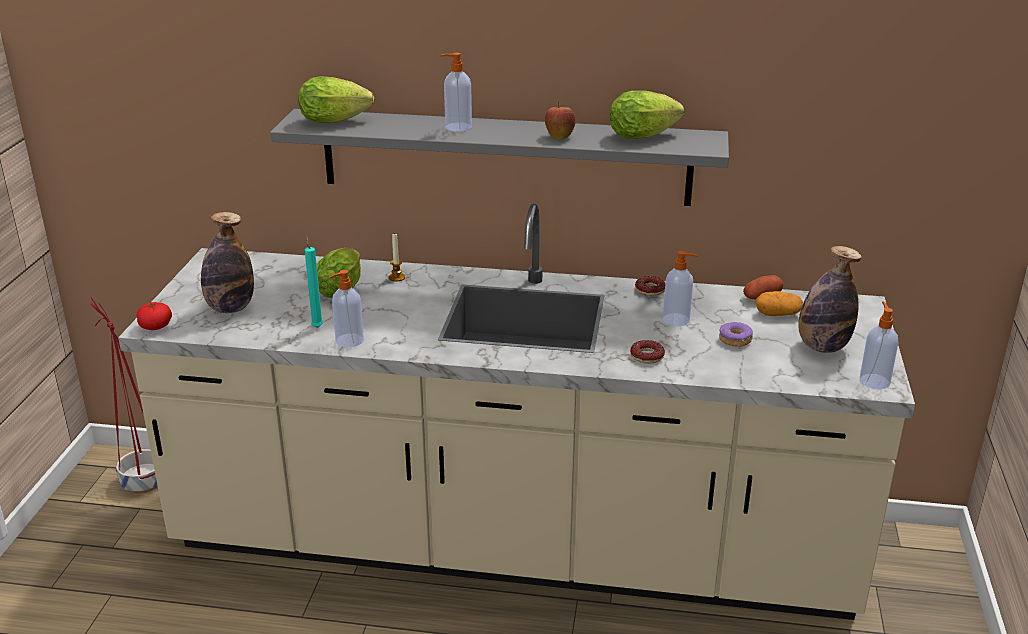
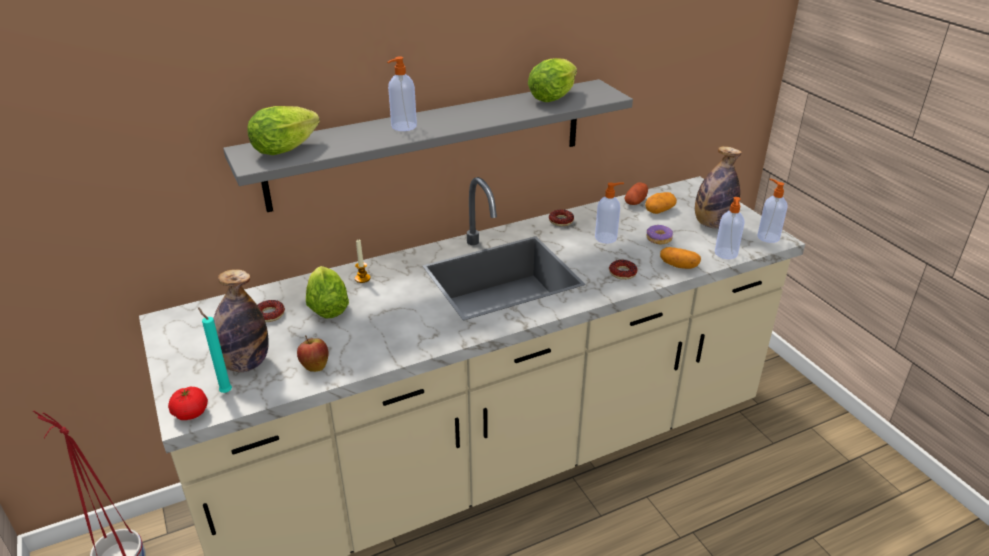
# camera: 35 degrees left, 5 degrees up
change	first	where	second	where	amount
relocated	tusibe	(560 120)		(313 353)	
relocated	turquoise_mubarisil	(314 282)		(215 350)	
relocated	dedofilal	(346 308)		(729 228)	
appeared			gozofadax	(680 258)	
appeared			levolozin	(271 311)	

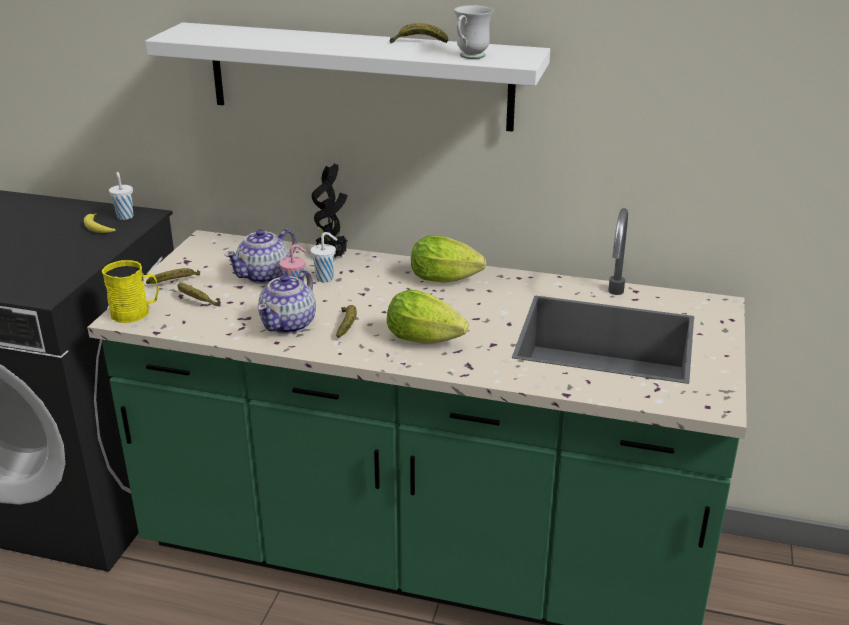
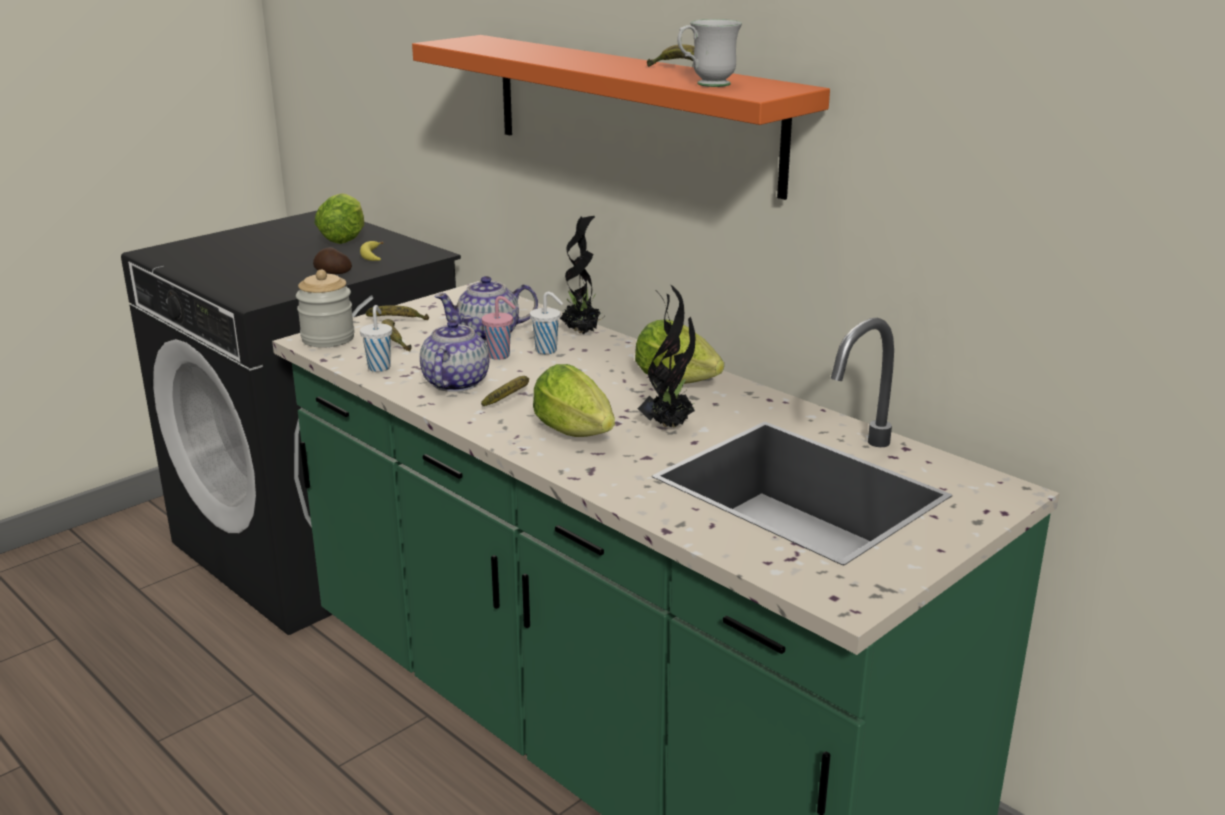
# camera: 30 degrees right, 5 degrees down
change	first	where	second	where	amount
colour	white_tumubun	(347 77)	orange_tumubun	(621 117)	
relocated	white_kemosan	(121 196)		(376 338)	
exchanged	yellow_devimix	(130 291)	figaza	(325 309)	
spun	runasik	(287 302)		(455 354)	135 degrees clockwise
appeared			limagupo	(339 218)	
appeared			gozofadax	(332 260)	
appeared			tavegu	(666 356)	

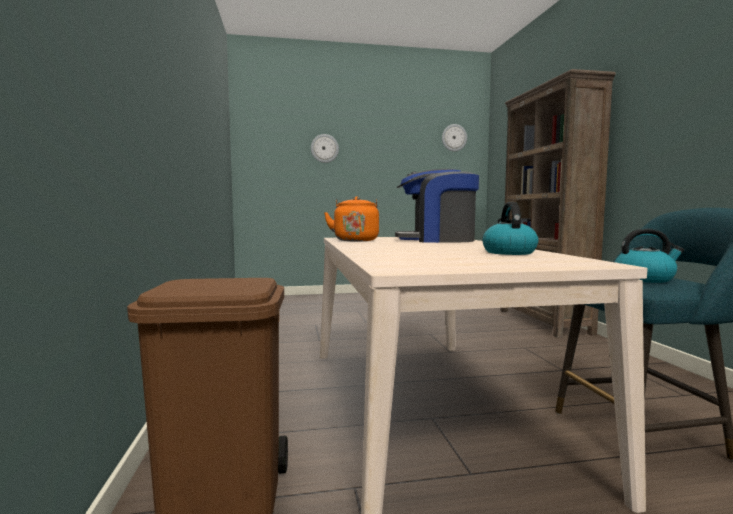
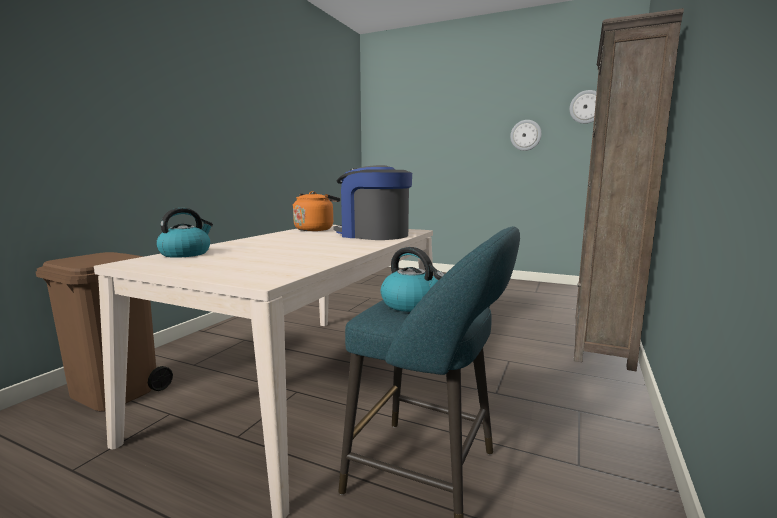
# camera: 35 degrees right, 5 degrees up
change	first	where	second	where	amount
relocated	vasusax	(325 148)		(526 135)	
relocated	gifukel	(510 228)		(184 233)	

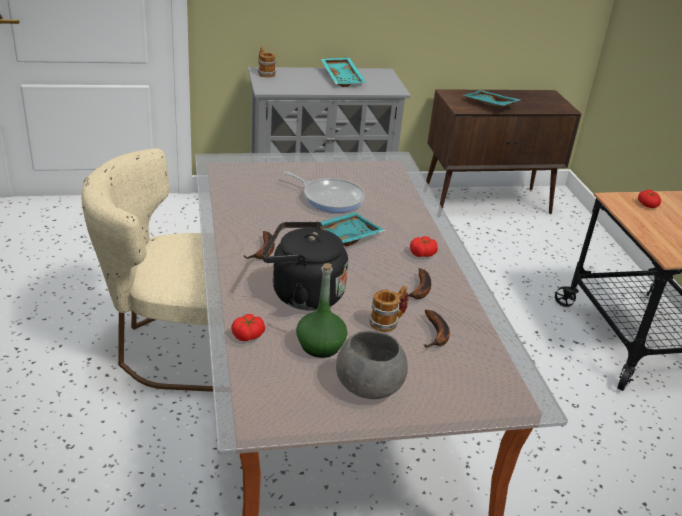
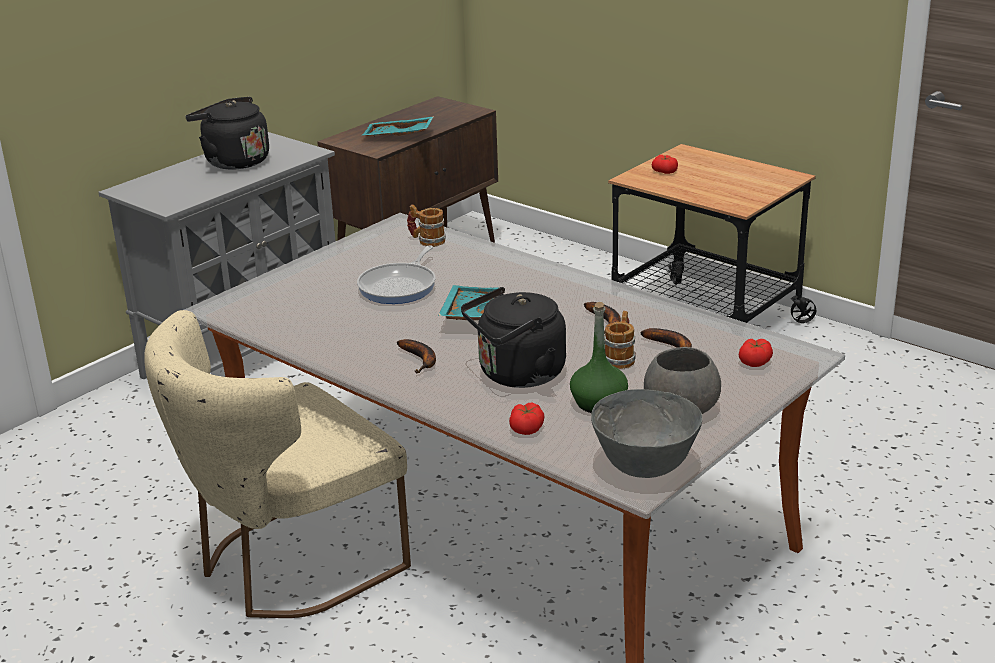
# camera: 35 degrees left, 5 degrees down
change	first	where	second	where	amount
relocated	devimix	(267 62)		(426 225)	
exchanged	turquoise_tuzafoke	(343 72)	black_gifukel	(227 133)	
spun	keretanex	(324 192)		(396 275)	120 degrees clockwise
relocated	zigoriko	(424 246)		(756 353)	
appeared			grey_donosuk	(646 433)	

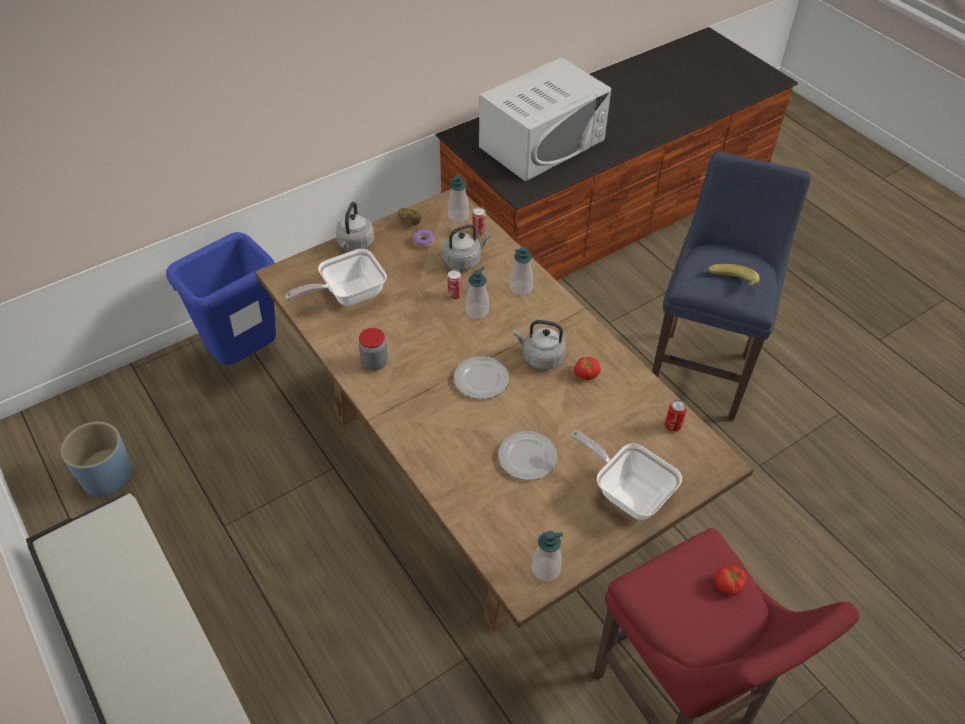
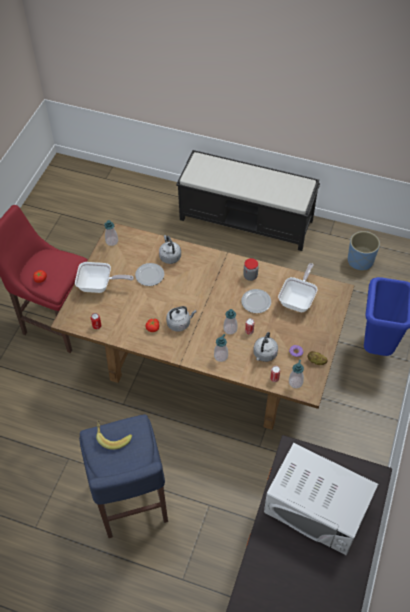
# camera: 145 degrees right, 5 degrees up
change	first	where	second	where	amount
spun	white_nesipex	(545 119)		(321 499)	75 degrees counterclockwise
relocated	grey_gifukel	(355 226)		(170 249)	
relocated	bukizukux	(481 377)		(256 301)	

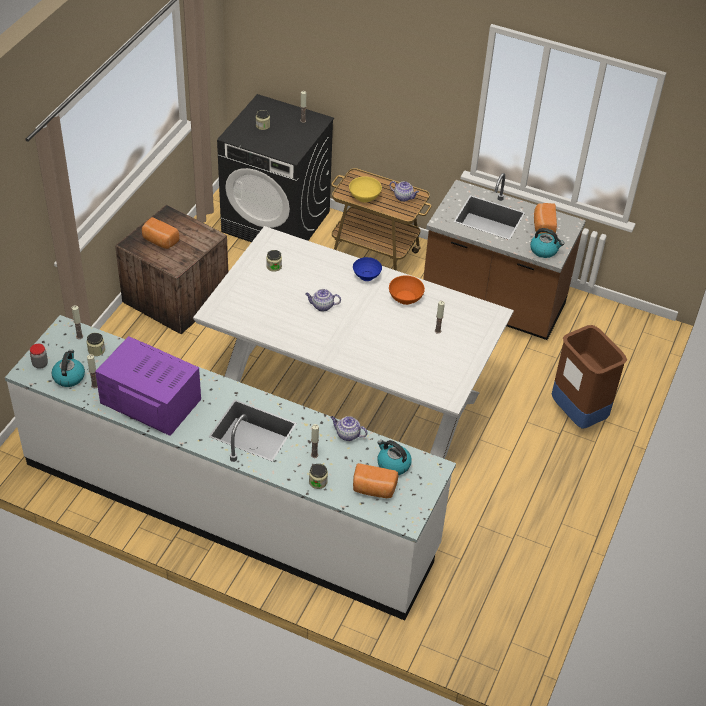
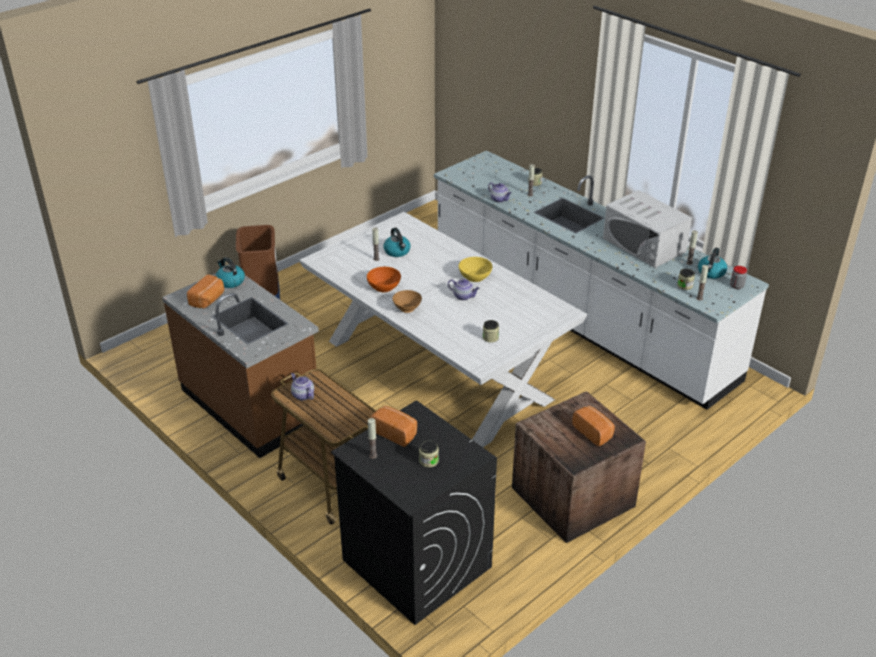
# camera: 155 degrees left, 10 degrees down
change	first	where	second	where	amount
relocated	yellow_donosuk	(365 189)		(475 269)	
colour	blue_donosuk	(367 269)	brown_donosuk	(407 301)	
colour	purple_nesipex	(148 386)	white_nesipex	(647 229)	
relocated	gifukel	(394 457)		(397 242)	
relocated	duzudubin	(375 480)		(393 426)	

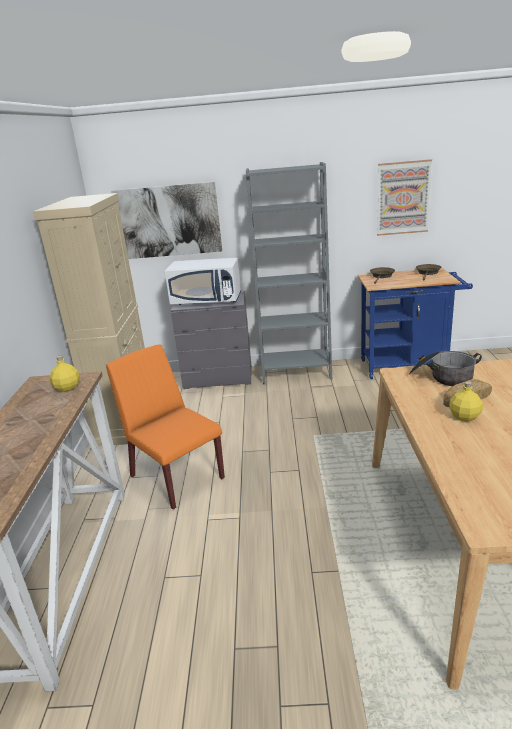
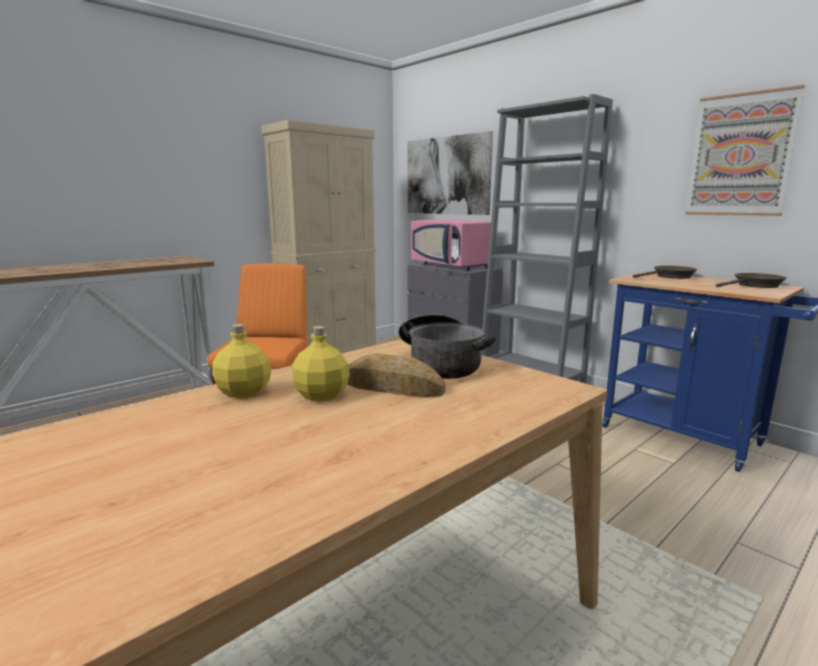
# camera: 45 degrees right, 10 degrees down
change	first	where	second	where	amount
colour	white_nesipex	(203 281)	pink_nesipex	(451 245)	
relocated	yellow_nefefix	(64 373)		(241 361)	

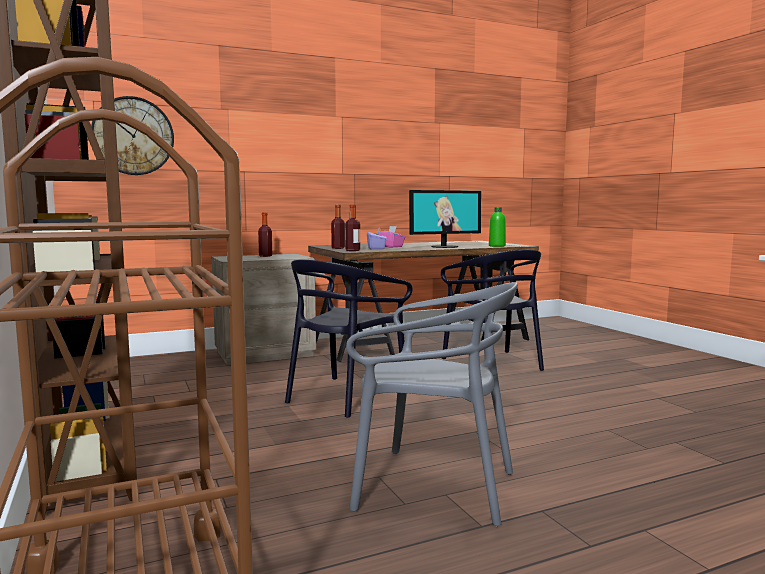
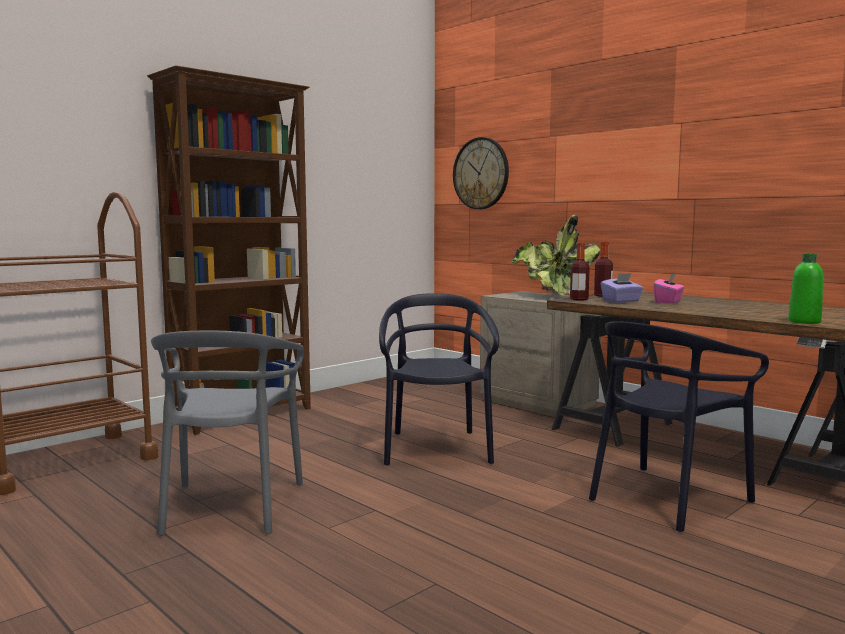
# camera: 70 degrees right, 0 degrees up
change	first	where	second	where	amount
missing	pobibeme	(445 219)			
exchanged	nefefix	(265 234)	tavegu	(556 255)	
spun	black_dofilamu	(349 339)		(439 379)	75 degrees clockwise

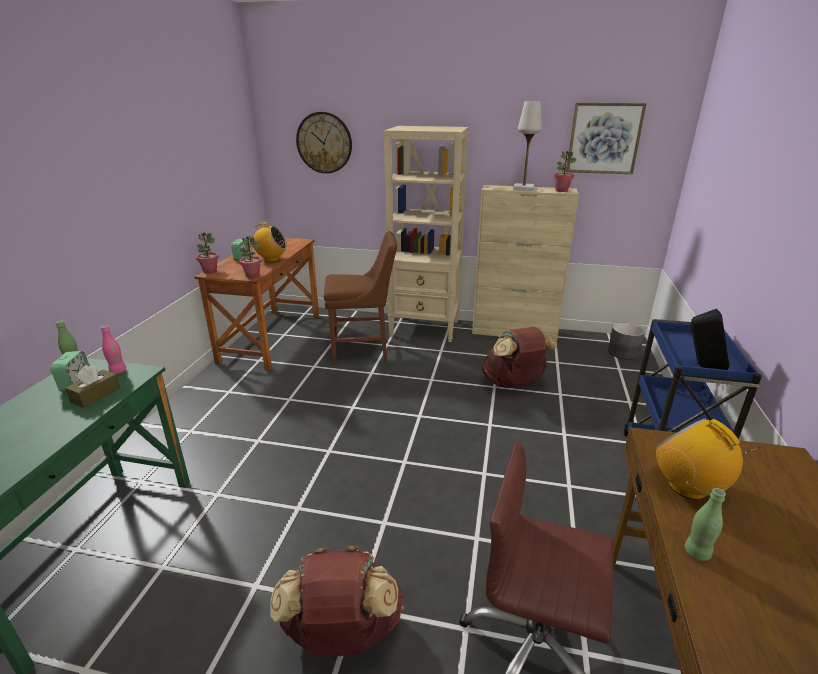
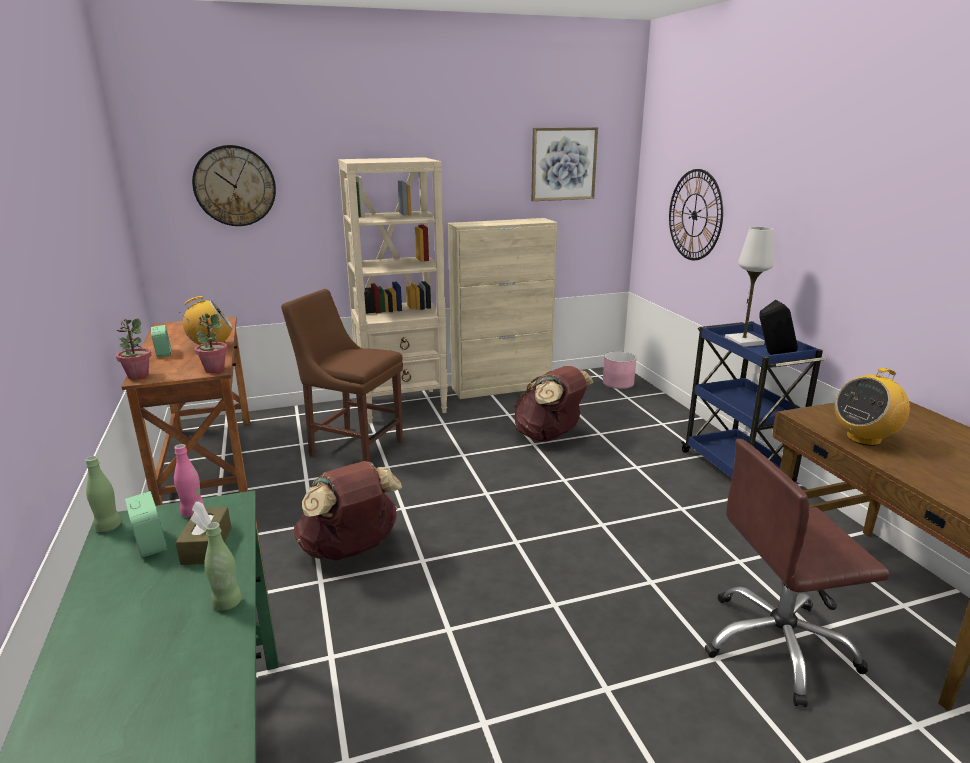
# camera: 30 degrees left, 5 degrees down
change	first	where	second	where	amount
relocated	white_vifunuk	(527 146)		(749 287)	
missing	tavegu	(565 171)			
spun	brown_dofilamu	(360 298)		(342 375)	120 degrees counterclockwise
colour	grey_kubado	(626 341)	pink_kubado	(620 370)	
spun	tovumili	(708 459)		(872 407)	60 degrees counterclockwise
relocated	green_nefefix	(705 524)		(223 566)	
relocated	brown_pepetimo	(337 601)		(348 511)	
appeared			vasusax	(696 214)	

